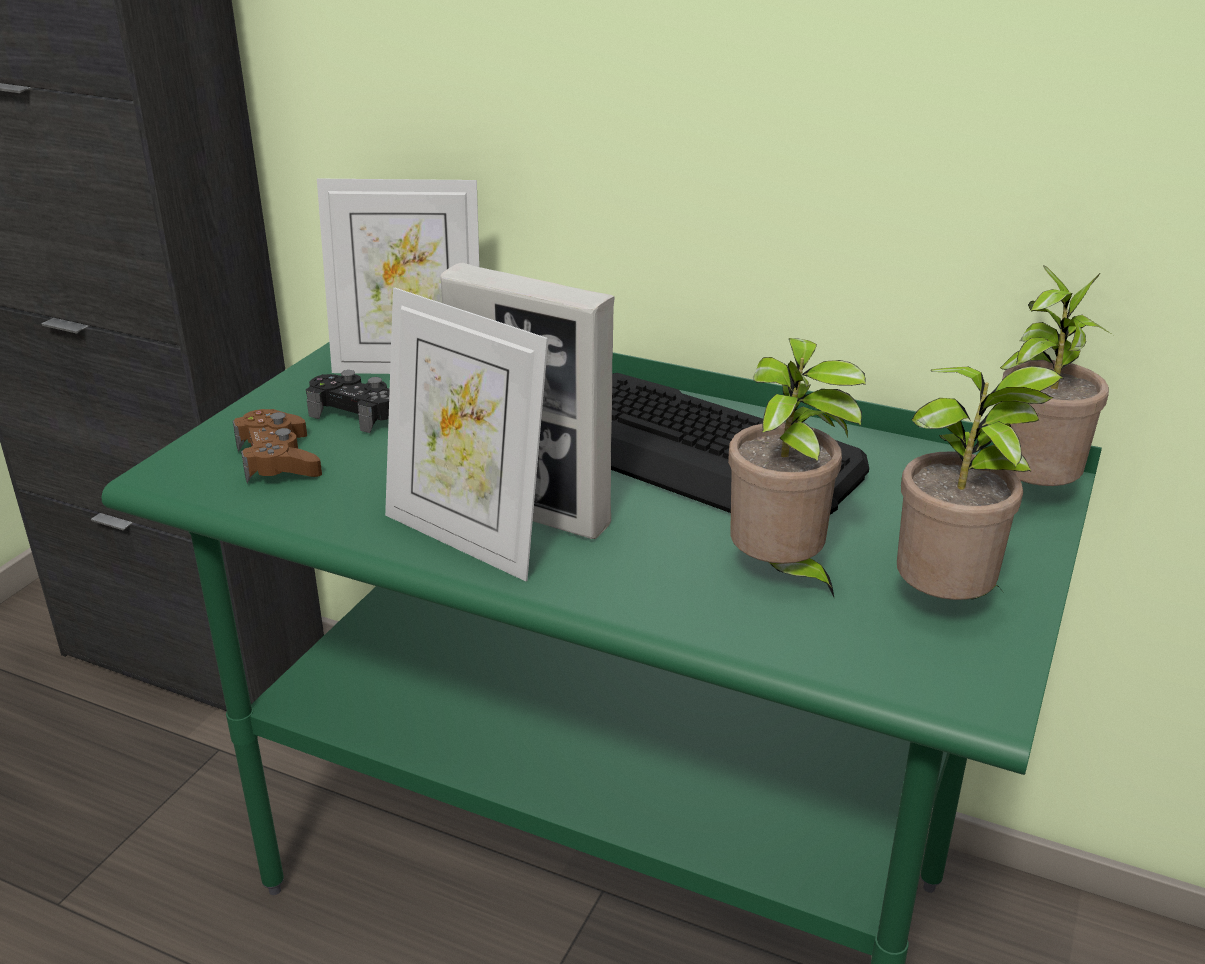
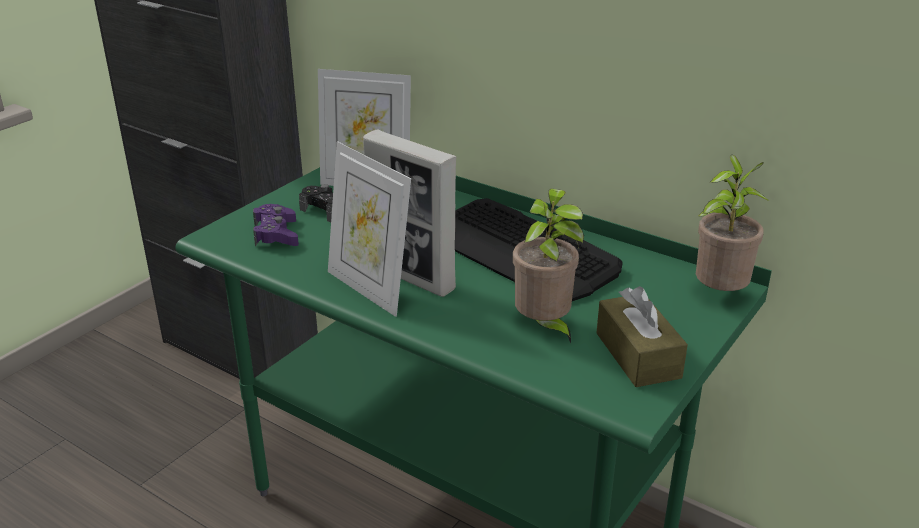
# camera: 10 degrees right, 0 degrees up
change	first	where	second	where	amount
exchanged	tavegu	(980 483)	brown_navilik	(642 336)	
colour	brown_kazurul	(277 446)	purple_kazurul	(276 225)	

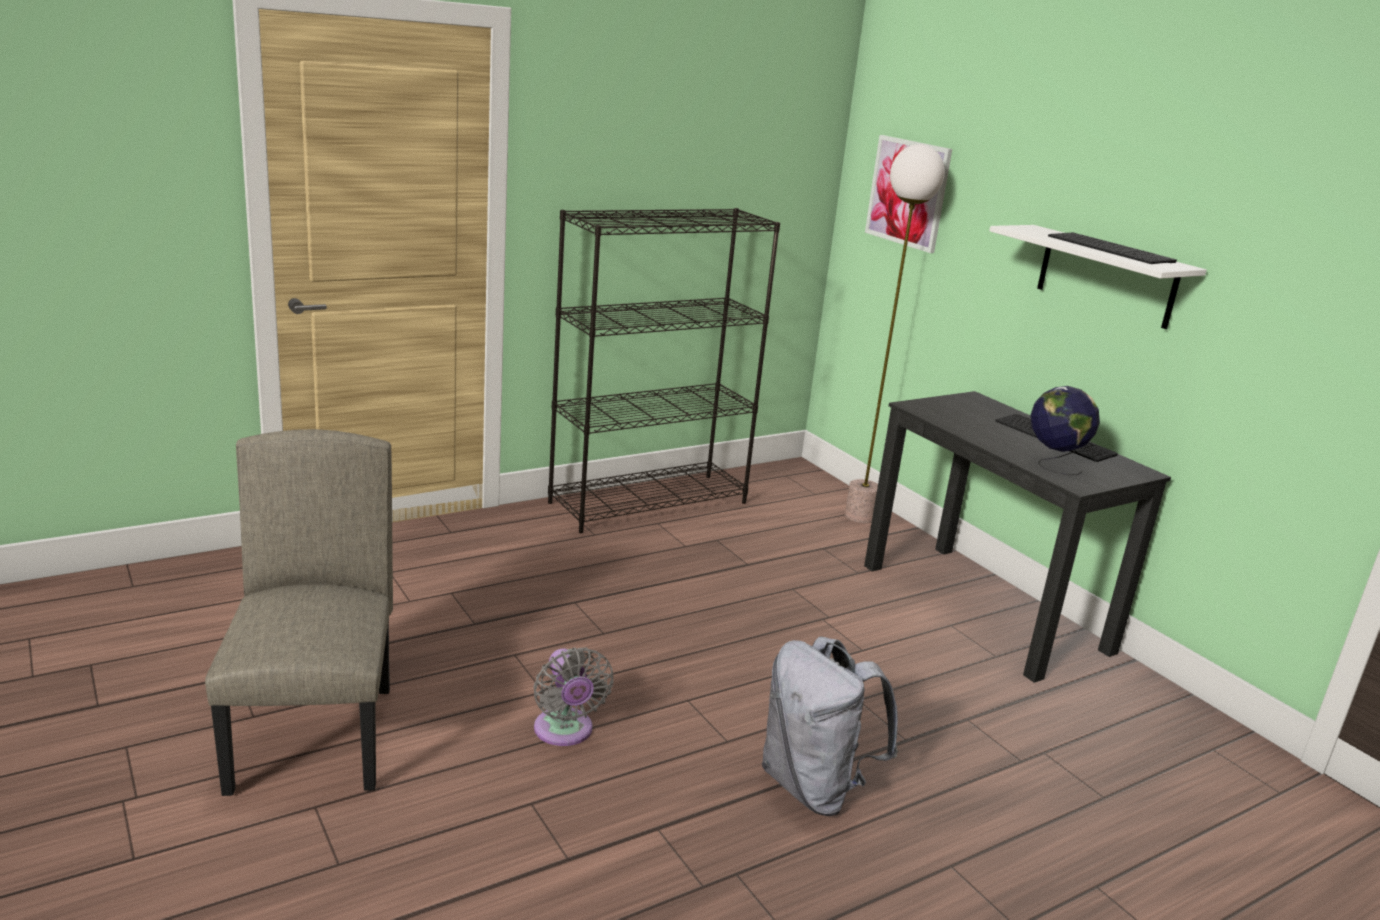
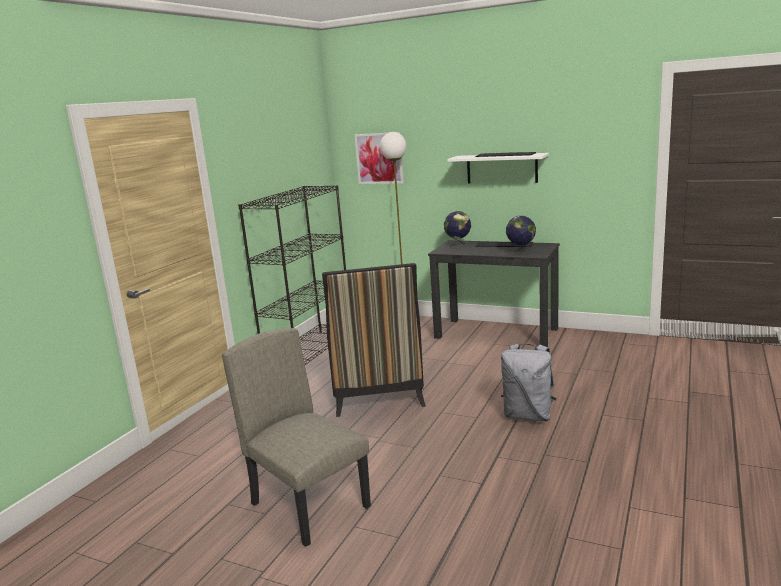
# camera: 30 degrees left, 5 degrees down
change	first	where	second	where	amount
missing	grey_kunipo	(573 696)			
appeared			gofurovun	(457 230)	
appeared			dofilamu	(374 340)	

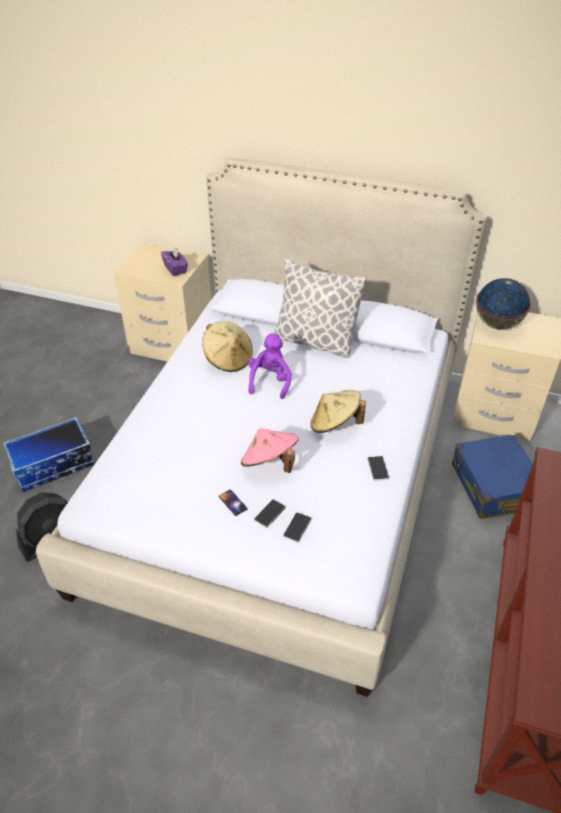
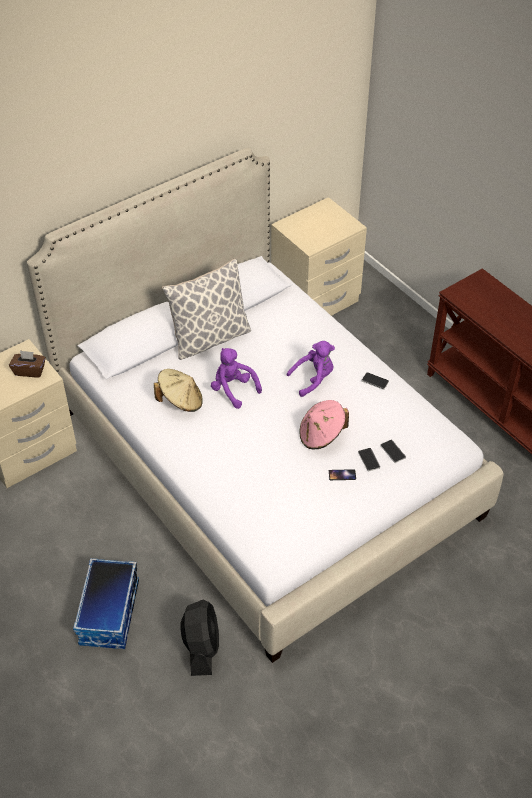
# camera: 55 degrees left, 5 degrees up
change	first	where	second	where	amount
colour	purple_navilik	(174 261)	brown_navilik	(27 363)	
missing	gofurovun	(503 304)			
exchanged	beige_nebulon	(338 411)	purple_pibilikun	(311 369)	
missing	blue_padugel	(492 477)			

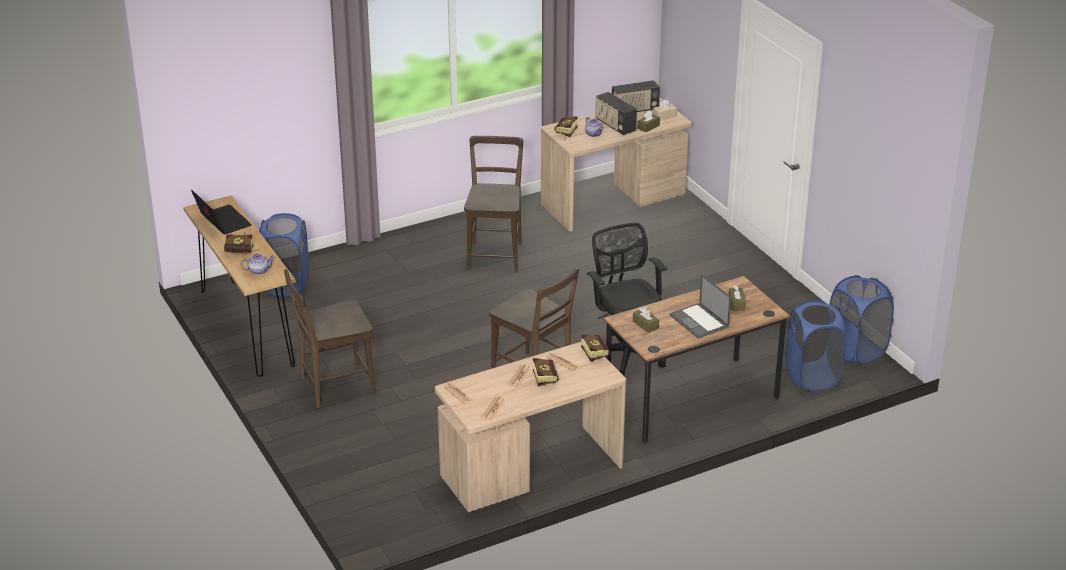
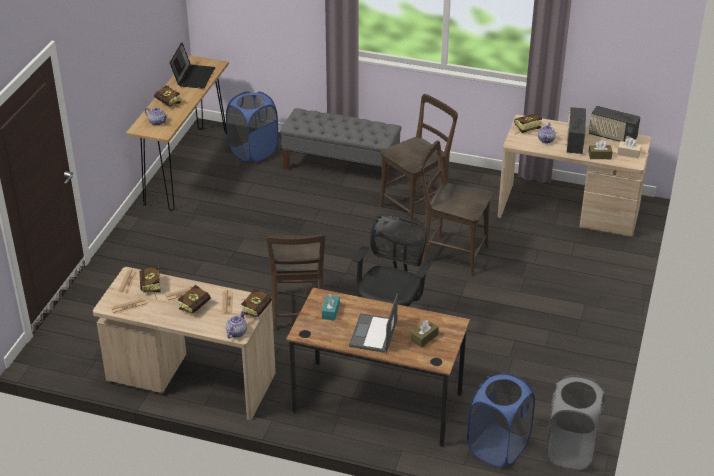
# camera: 45 degrees right, 5 degrees up
change	first	where	second	where	amount
relocated	brown_dofilamu	(330 338)		(456 208)	
colour	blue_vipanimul	(861 319)	grey_vipanimul	(575 422)	
colour	brown_navilik	(646 320)	turquoise_navilik	(331 307)	
appeared			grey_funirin	(340 148)	
appeared			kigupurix	(149 282)	
appeared			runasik	(236 324)	

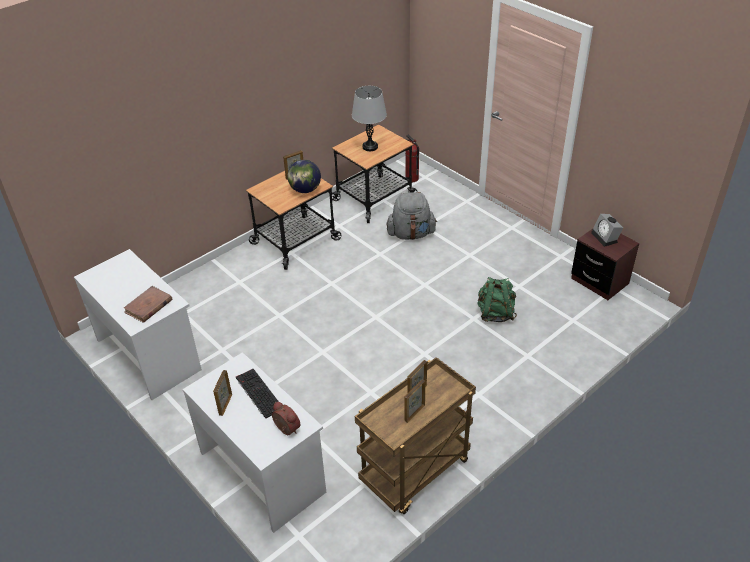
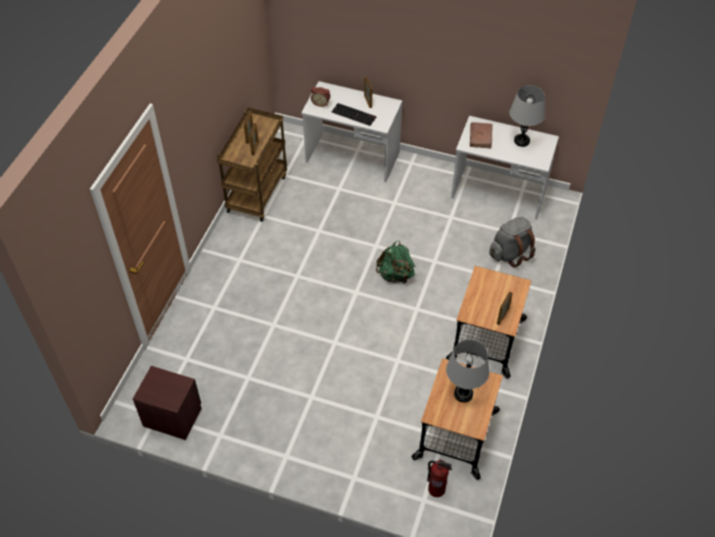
# camera: 150 degrees right, 10 degrees up
change	first	where	second	where	amount
missing	gofurovun	(304 176)			
relocated	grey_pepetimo	(412 216)		(512 242)	
missing	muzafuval	(607 230)			
relocated	green_pepetimo	(497 299)		(395 261)	
appeared			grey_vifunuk	(527 116)	

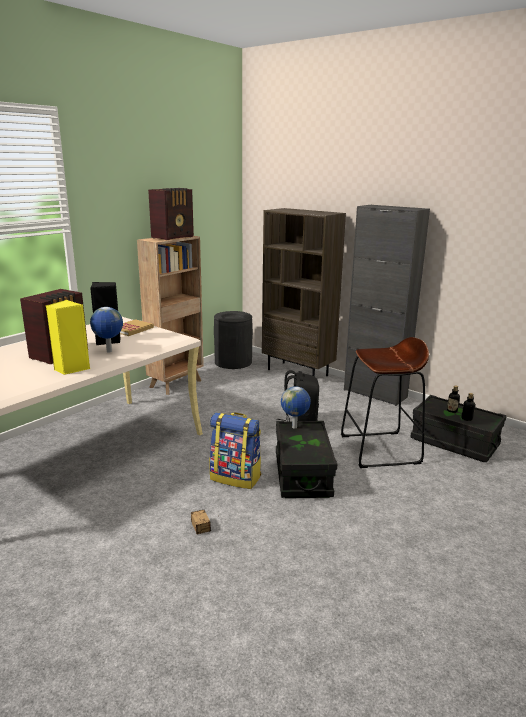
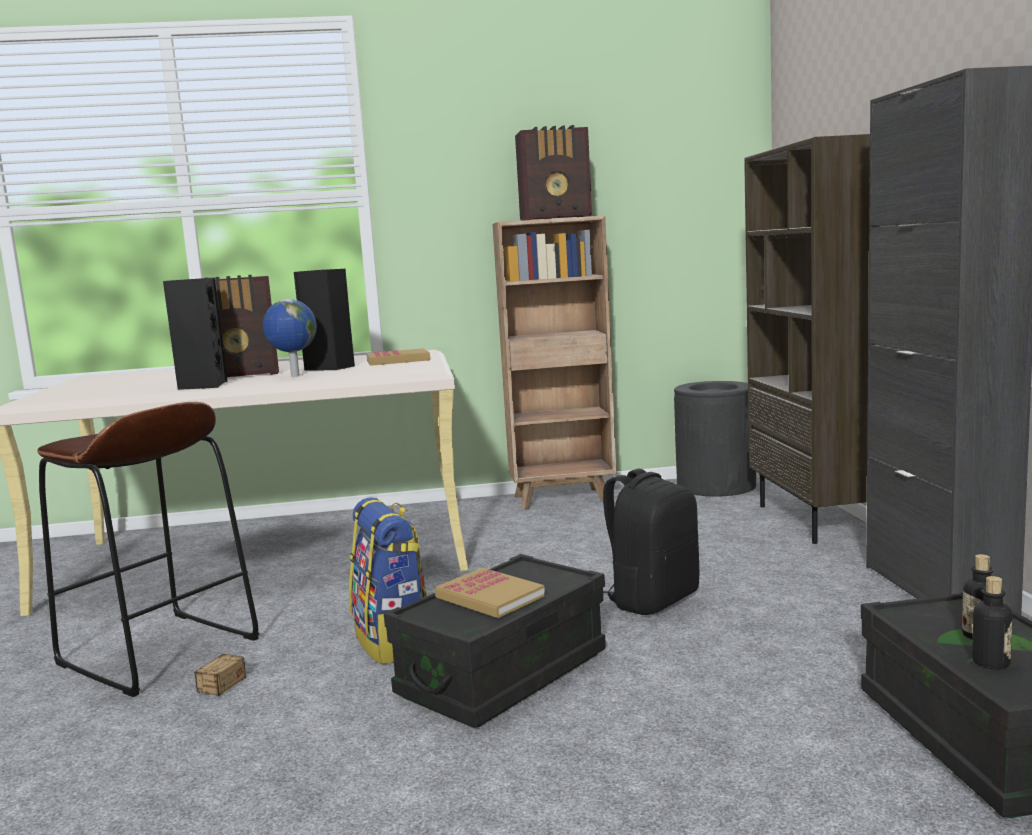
# camera: 45 degrees right, 10 degrees down
change	first	where	second	where	amount
colour	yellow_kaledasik	(68 337)	black_kaledasik	(195 334)	
relocated	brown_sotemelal	(385 402)		(148 549)	
missing	gofurovun	(296 407)			
appeared			kigupurix	(490 593)	

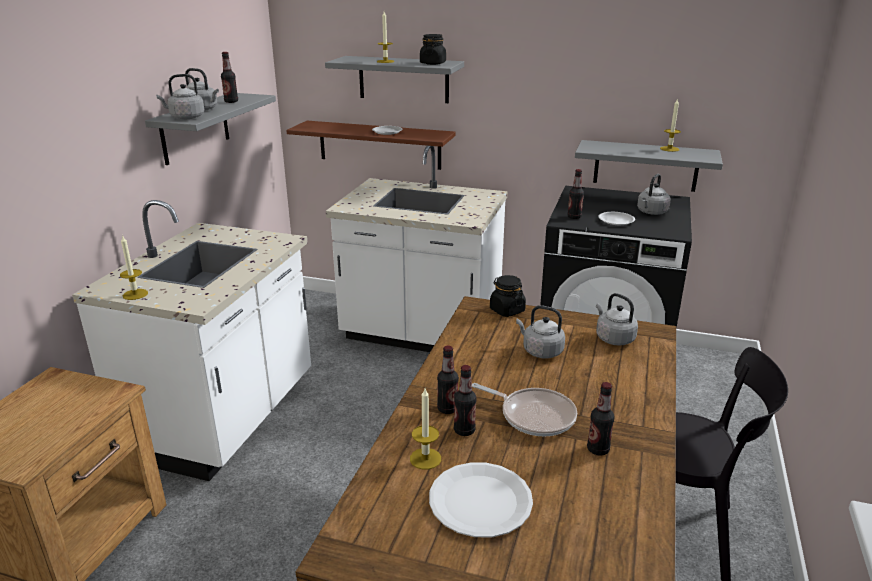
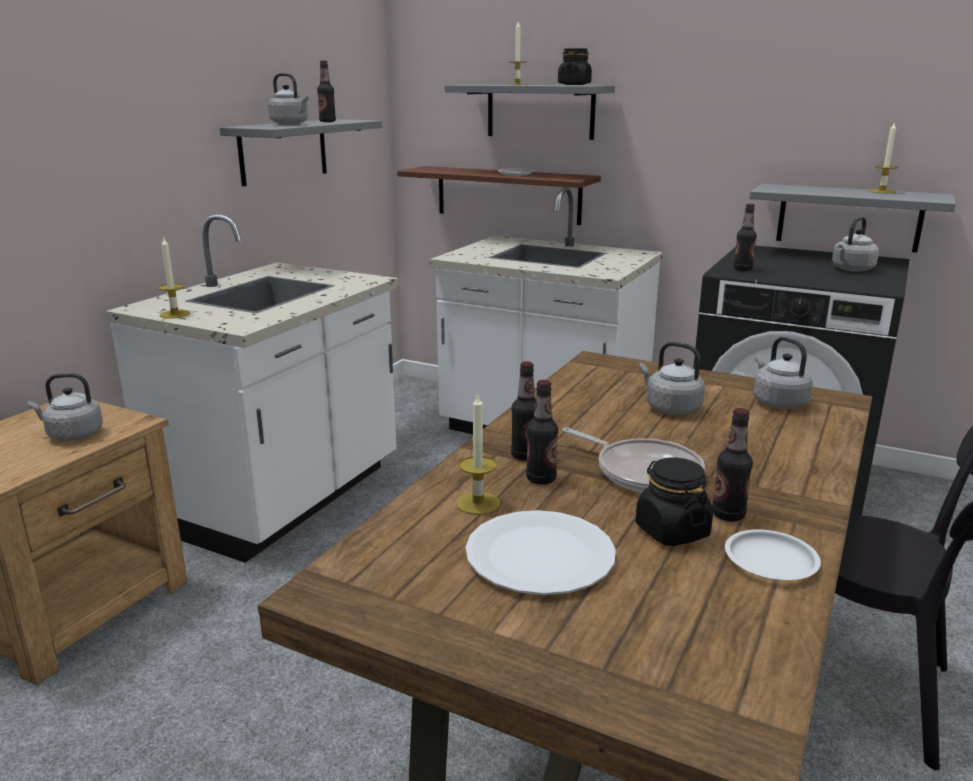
# camera: 10 degrees right, 5 degrees down
change	first	where	second	where	amount
relocated	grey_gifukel	(180 96)		(65 407)	
relocated	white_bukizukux	(616 218)		(773 554)	
relocated	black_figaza	(508 296)		(674 502)	

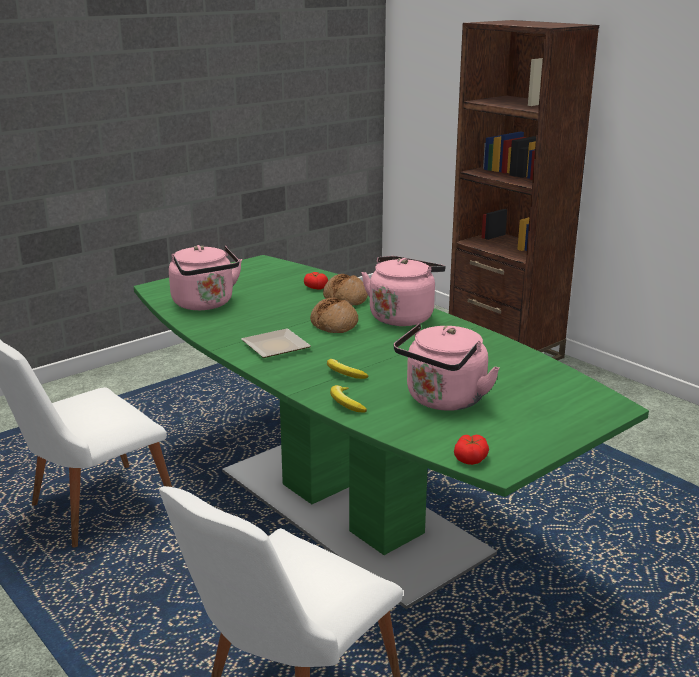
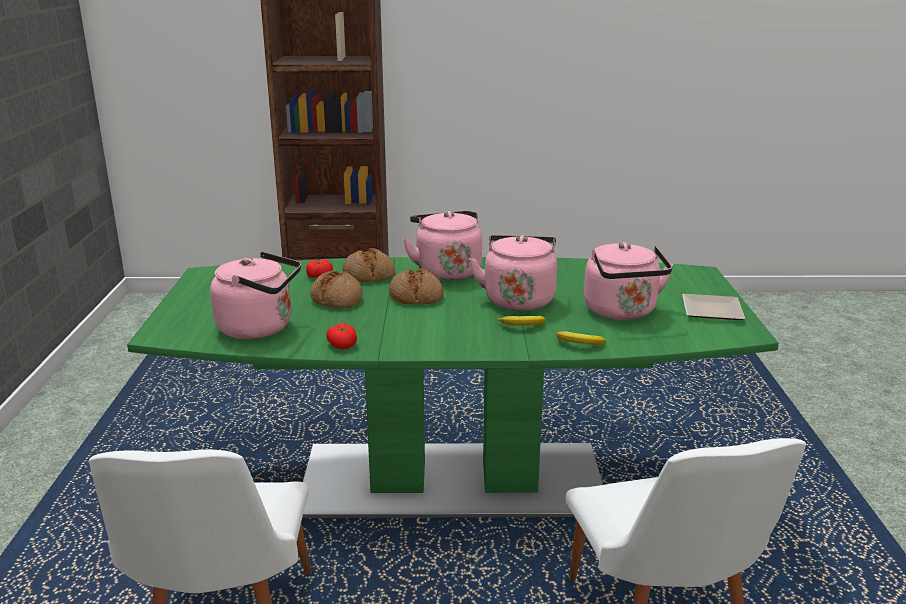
# camera: 50 degrees left, 0 degrees up
change	first	where	second	where	amount
relocated	bukizukux	(276 343)		(713 307)	
relocated	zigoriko	(471 450)		(341 336)	
appeared			pink_gifukel	(513 273)	
appeared			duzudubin	(336 289)	

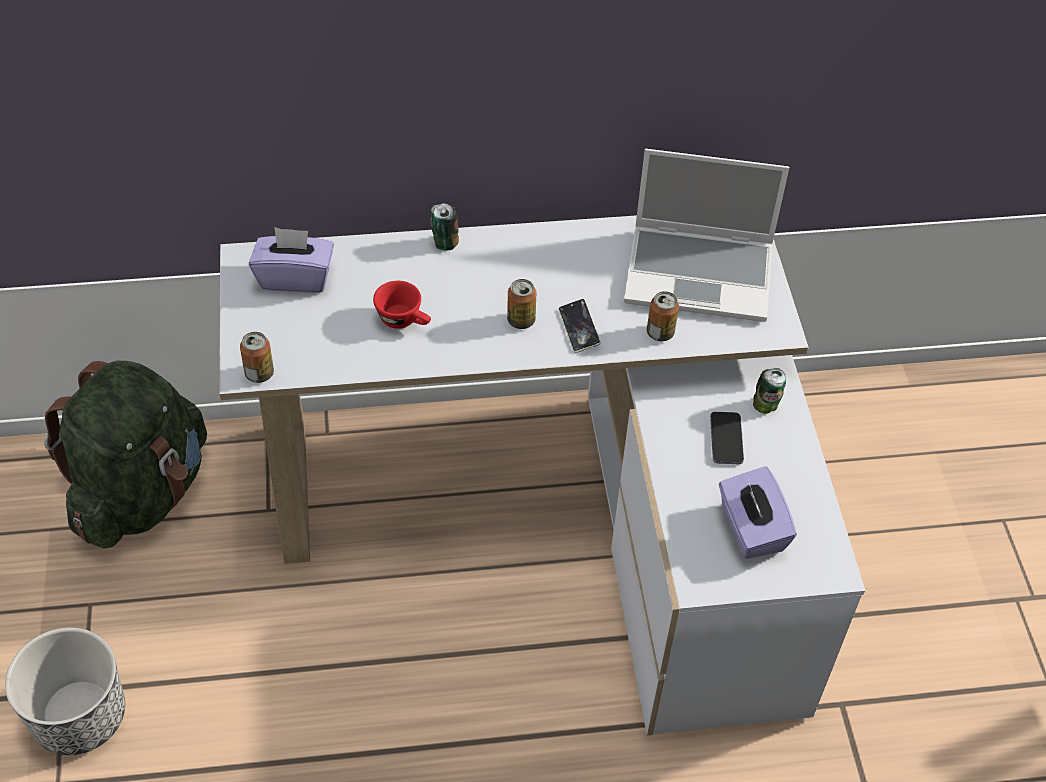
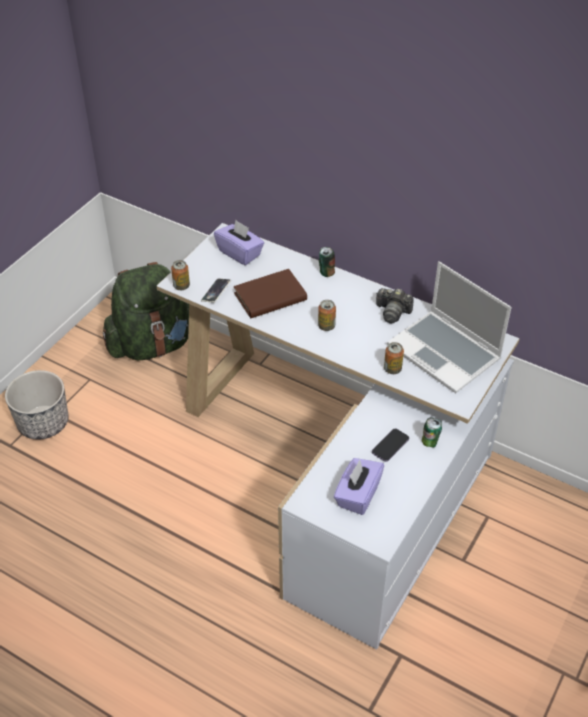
# camera: 40 degrees right, 5 degrees down
change	first	where	second	where	amount
exchanged	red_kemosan	(402 305)	brown_kigupurix	(270 293)	
relocated	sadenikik	(579 326)		(216 291)	
appeared			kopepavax	(395 306)	

